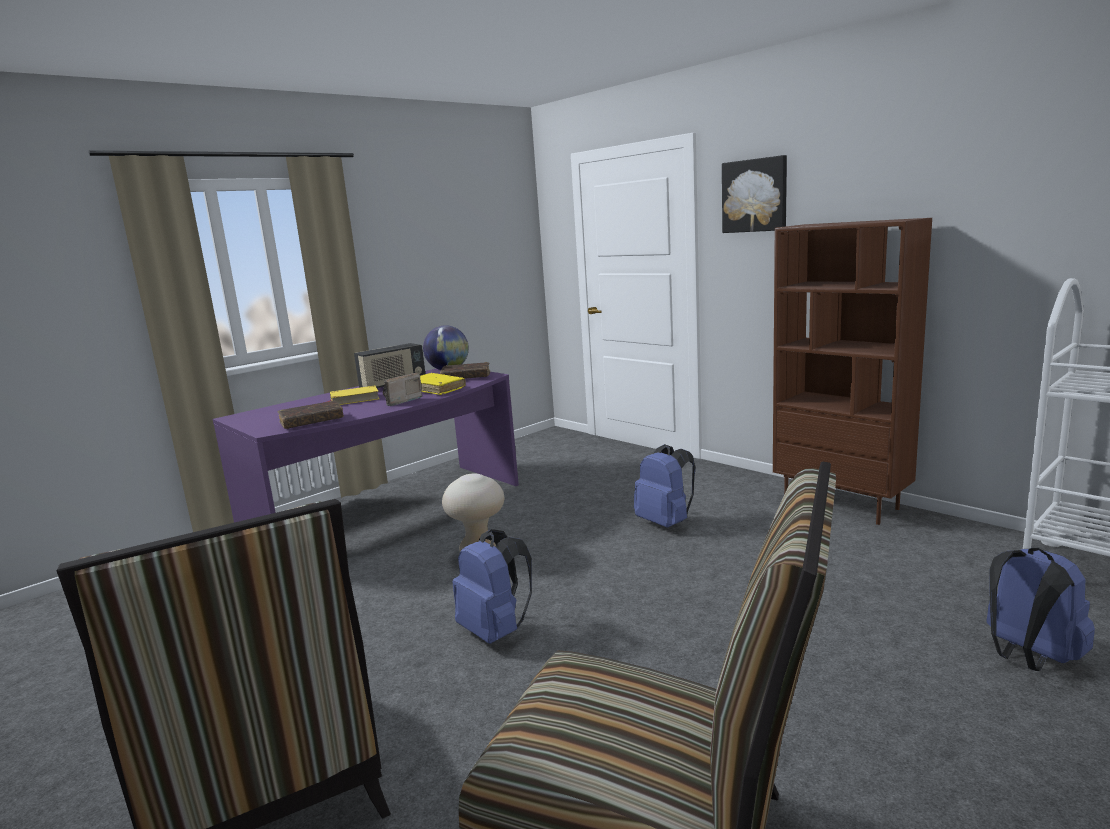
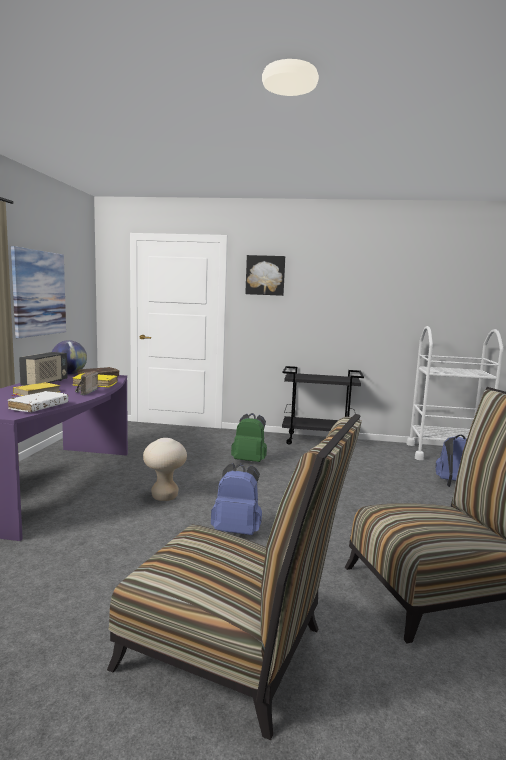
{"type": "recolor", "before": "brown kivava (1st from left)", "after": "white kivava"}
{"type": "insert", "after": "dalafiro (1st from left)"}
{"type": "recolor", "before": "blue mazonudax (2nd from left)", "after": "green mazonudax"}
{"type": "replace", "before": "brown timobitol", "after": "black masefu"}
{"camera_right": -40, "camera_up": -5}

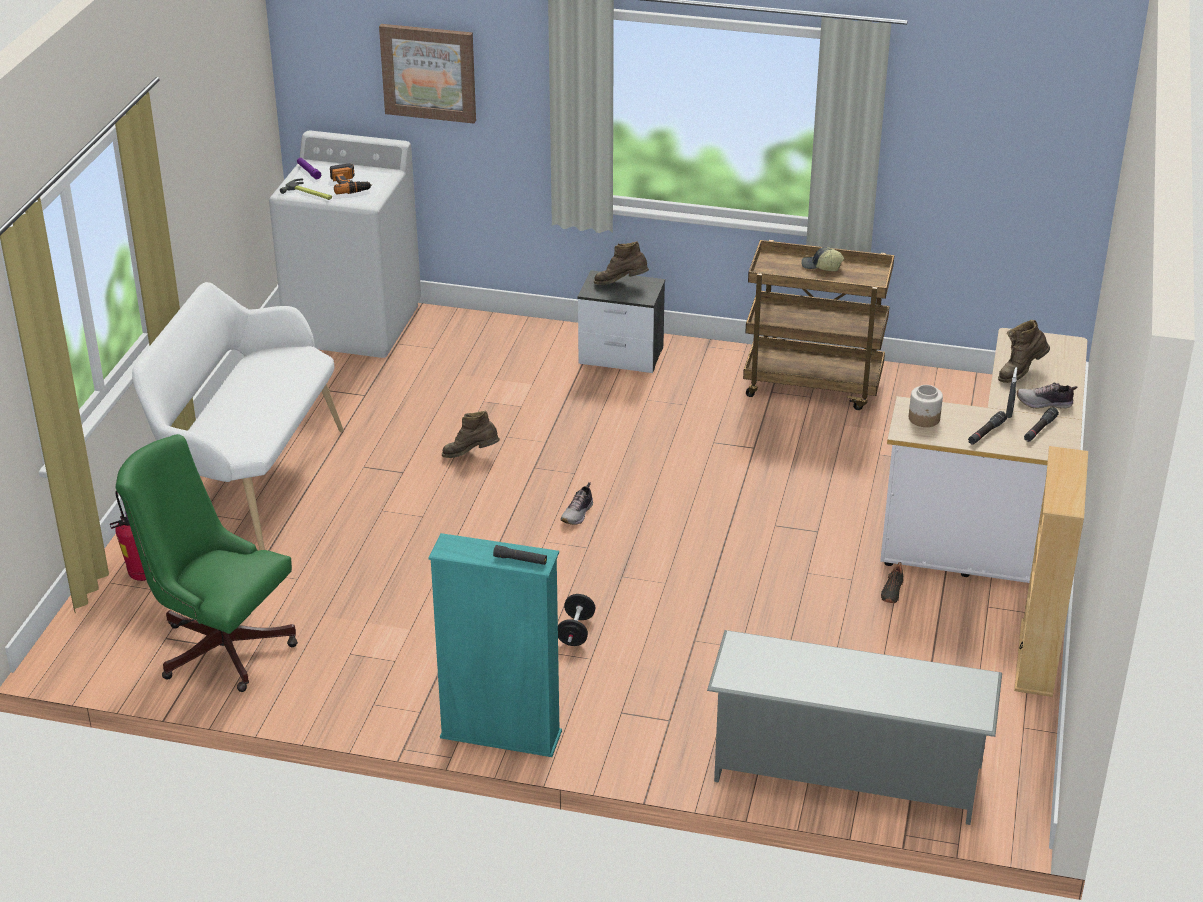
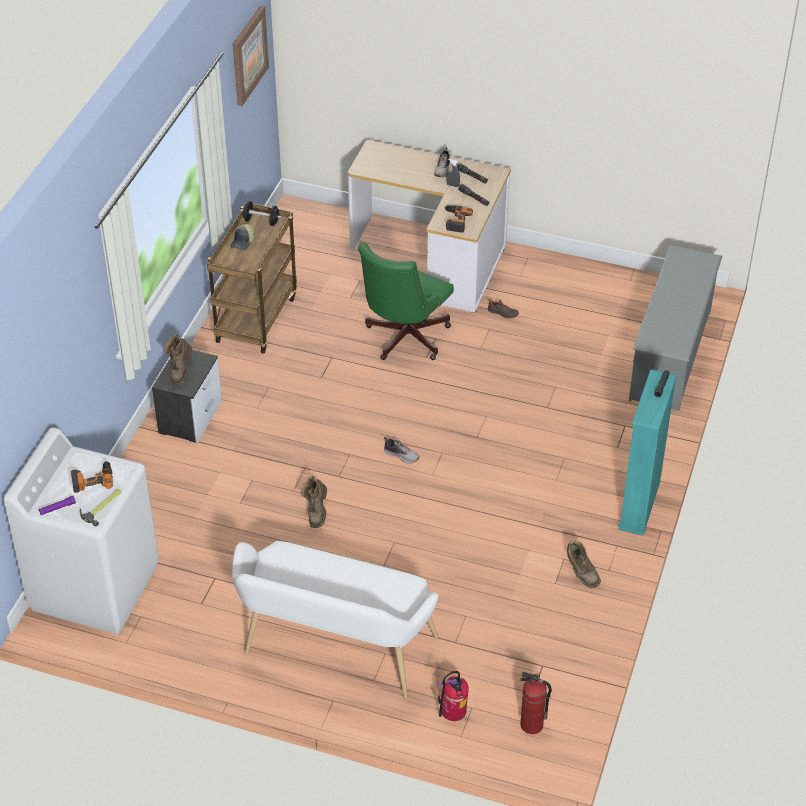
{"type": "move", "before": "dalafiro"}
{"type": "move", "before": "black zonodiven"}
{"type": "move", "before": "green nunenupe"}
{"type": "replace", "before": "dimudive", "after": "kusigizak (2nd from left)"}
{"type": "insert", "after": "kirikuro (2nd from left)"}
{"type": "move", "before": "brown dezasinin (3rd from left)"}
{"type": "delete", "before": "beige timobitol"}
{"camera_right": -85, "camera_up": 10}

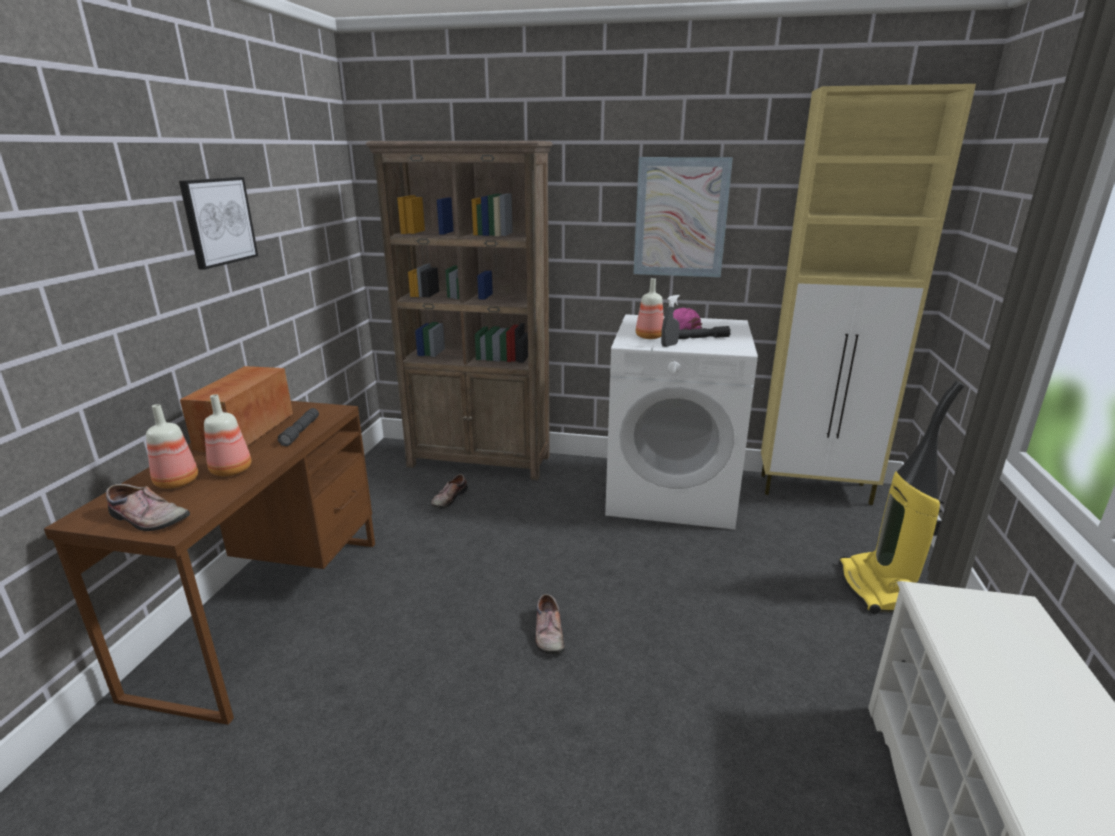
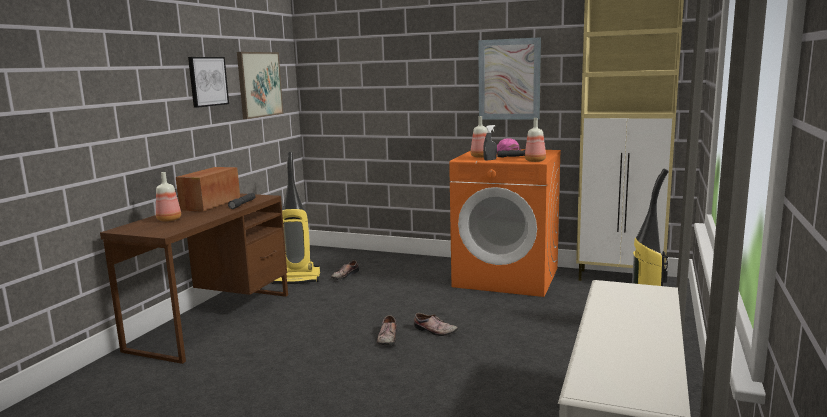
{"type": "insert", "after": "dalafiro (2nd from left)"}
{"type": "insert", "after": "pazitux (1st from left)"}
{"type": "move", "before": "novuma (1st from left in the first image)", "after": "novuma (3rd from left)"}
{"type": "recolor", "before": "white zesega", "after": "orange zesega"}
{"type": "move", "before": "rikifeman (2nd from left in the first image)", "after": "rikifeman (3rd from left)"}
{"type": "delete", "before": "brown timobitol"}
{"camera_right": 10, "camera_up": -10}

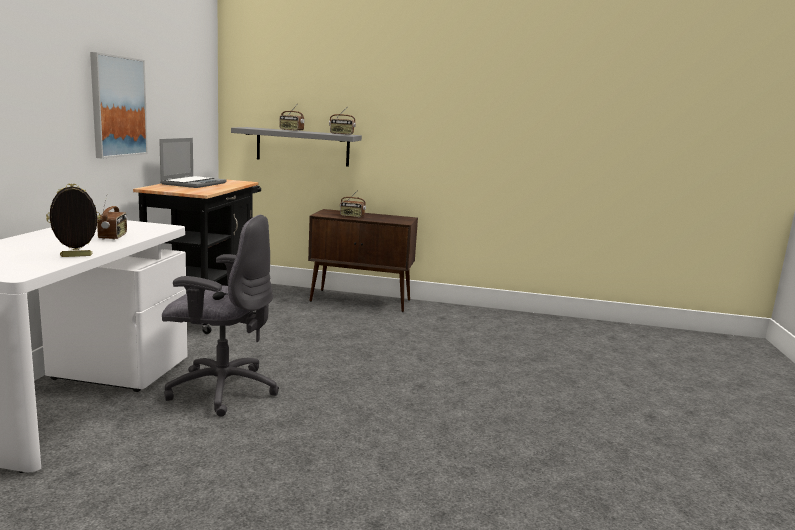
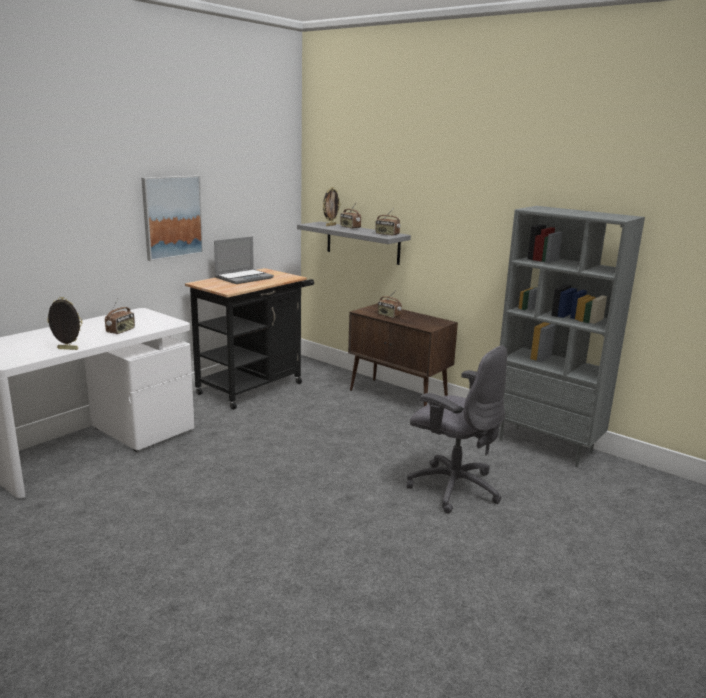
{"type": "insert", "after": "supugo (2nd from left)"}
{"type": "move", "before": "grey nunenupe"}
{"type": "insert", "after": "grey timobitol"}
{"camera_right": 30, "camera_up": 5}

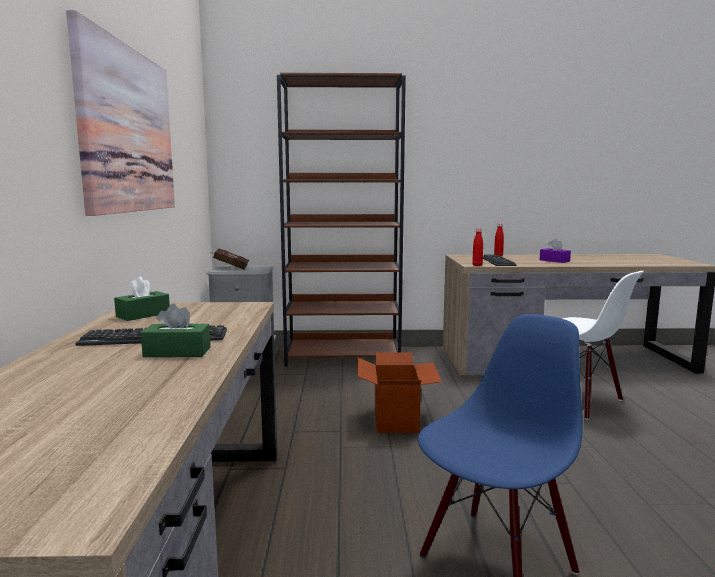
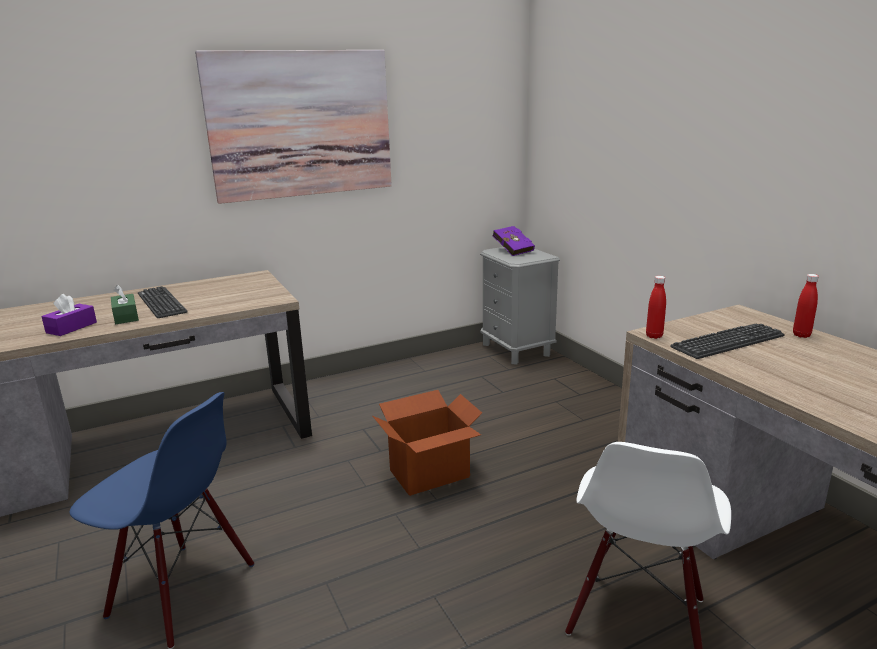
{"type": "move", "before": "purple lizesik"}
{"type": "recolor", "before": "red kivava", "after": "purple kivava"}
{"type": "delete", "before": "green lizesik (1st from left)"}
{"type": "delete", "before": "brown timobitol"}
{"camera_right": 65, "camera_up": 10}

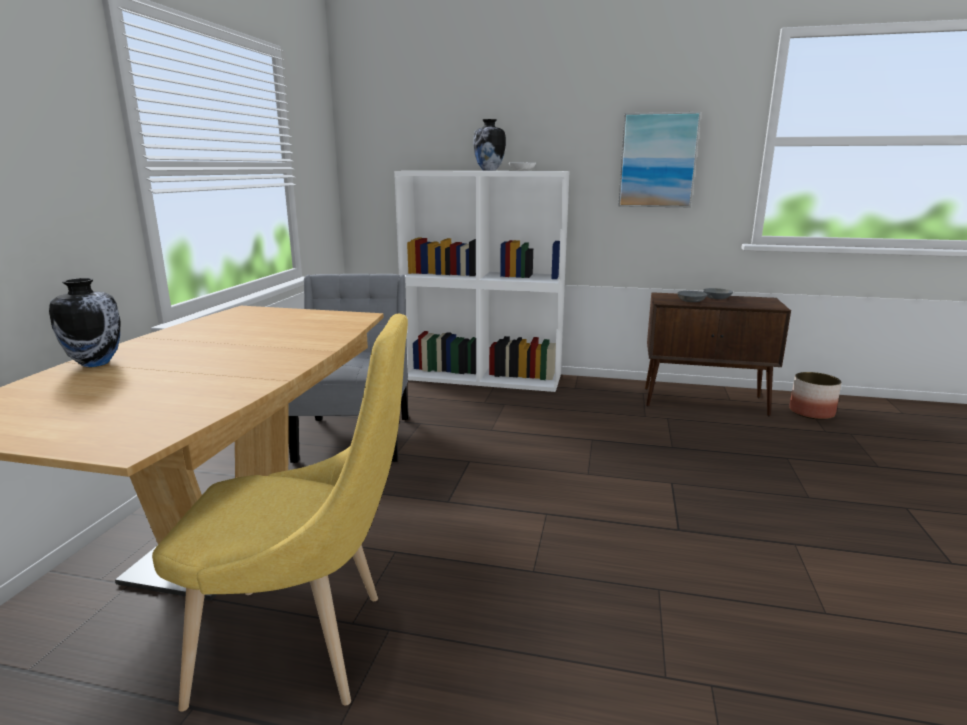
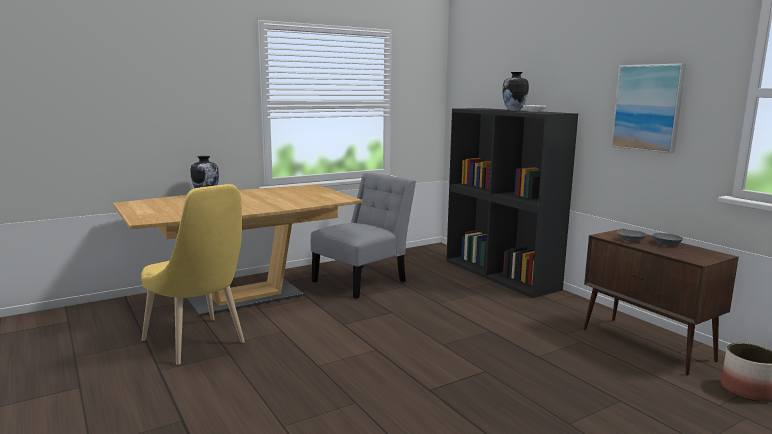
{"type": "recolor", "before": "white timobitol", "after": "black timobitol"}
{"camera_right": 45, "camera_up": -5}

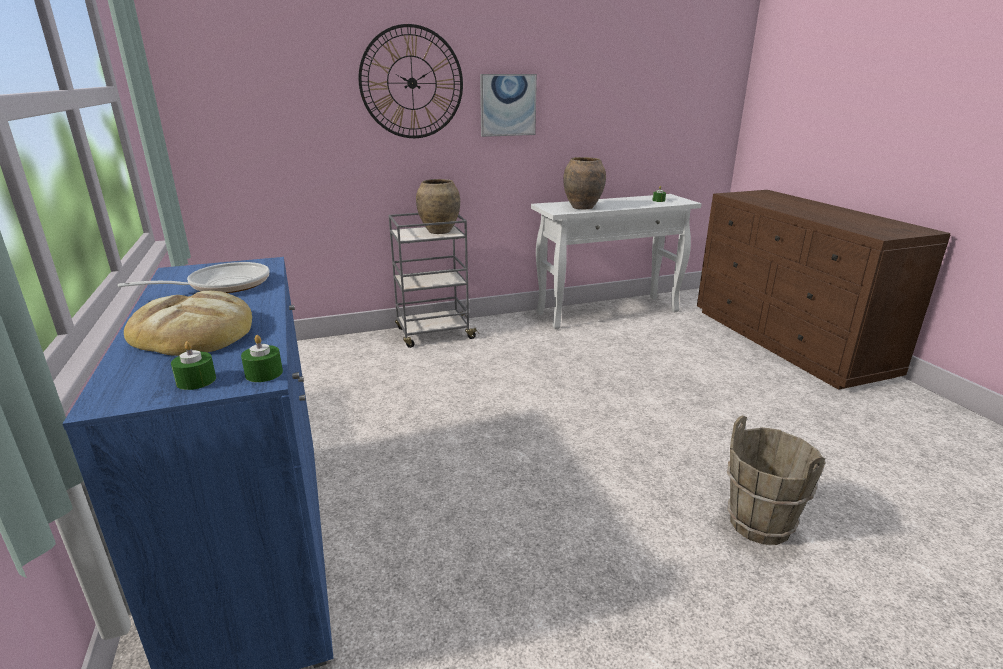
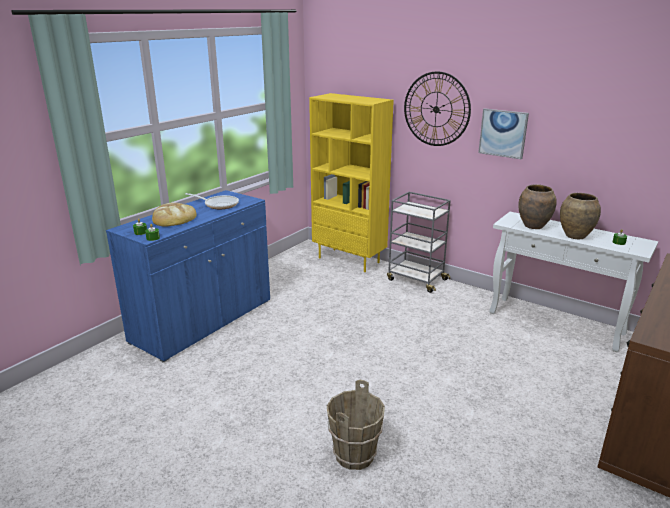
{"type": "insert", "after": "yellow timobitol"}
{"type": "move", "before": "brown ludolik (1st from left in the first image)", "after": "brown ludolik (2nd from left)"}
{"camera_right": 55, "camera_up": 0}

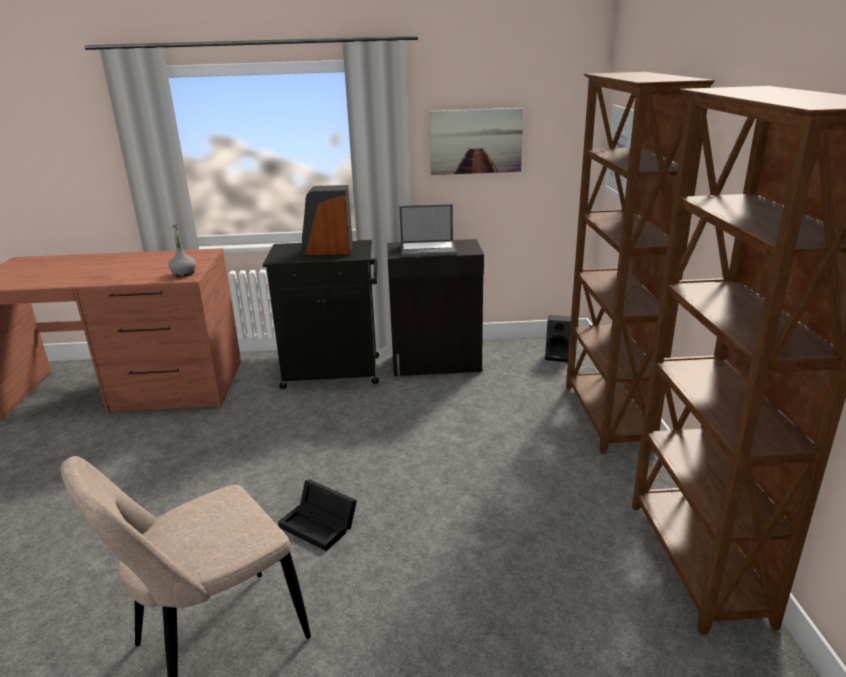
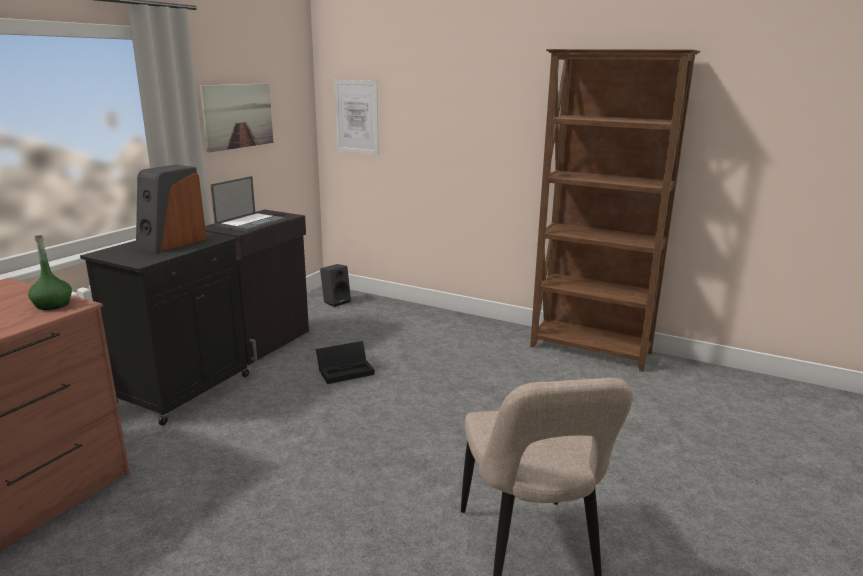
{"type": "recolor", "before": "grey rikifeman", "after": "green rikifeman"}
{"type": "move", "before": "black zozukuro"}
{"type": "delete", "before": "brown timobitol (1st from left)"}
{"camera_right": -60, "camera_up": -5}

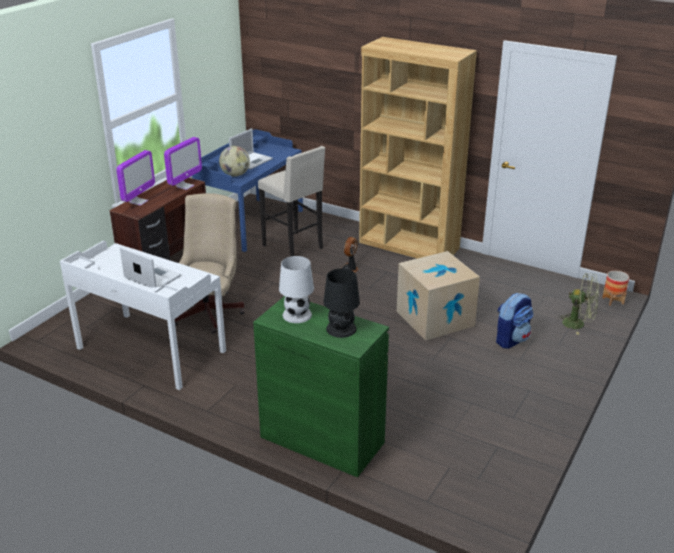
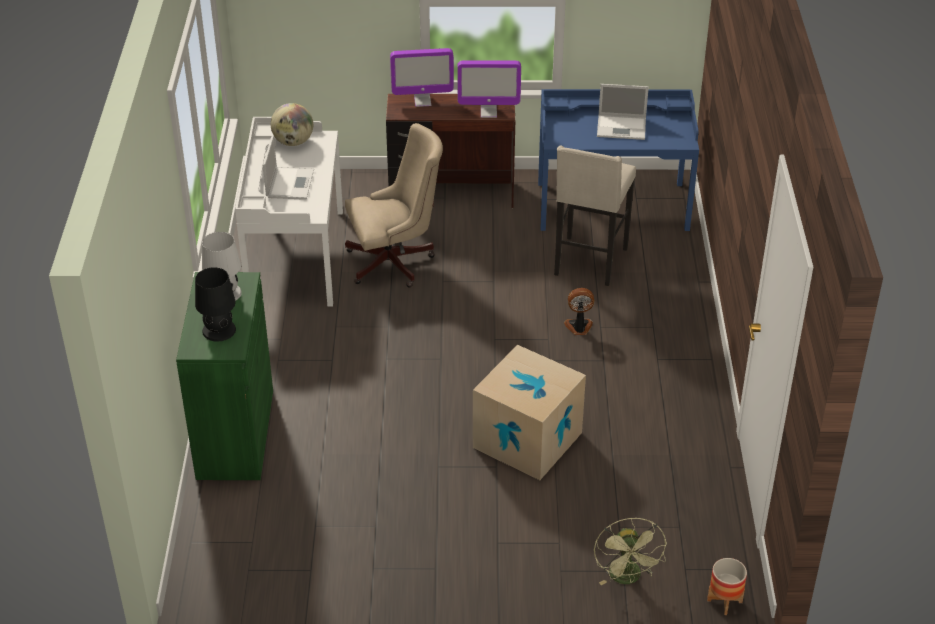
{"type": "move", "before": "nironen"}
{"type": "delete", "before": "brown timobitol"}
{"type": "delete", "before": "mazonudax"}
{"camera_right": 60, "camera_up": 10}

